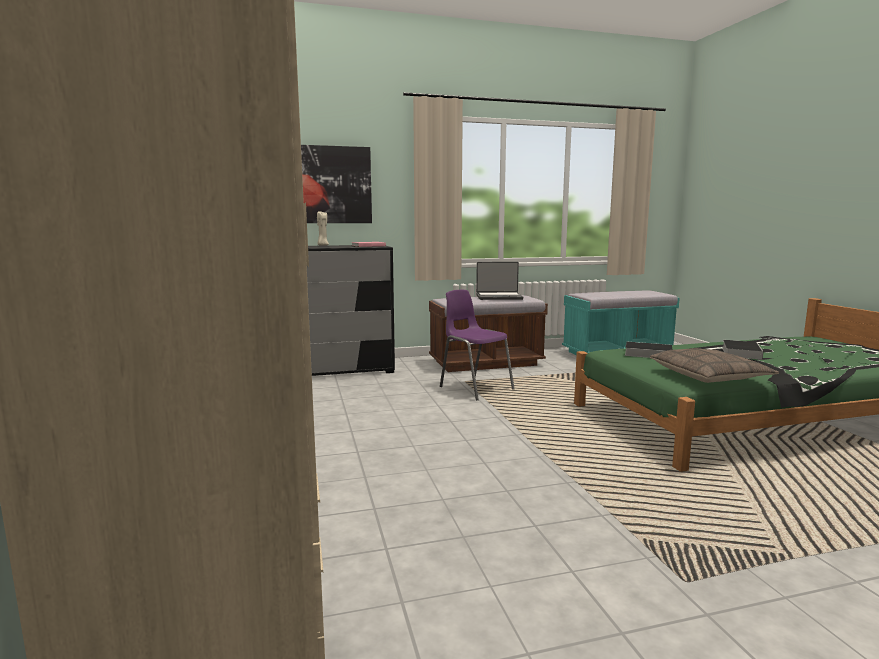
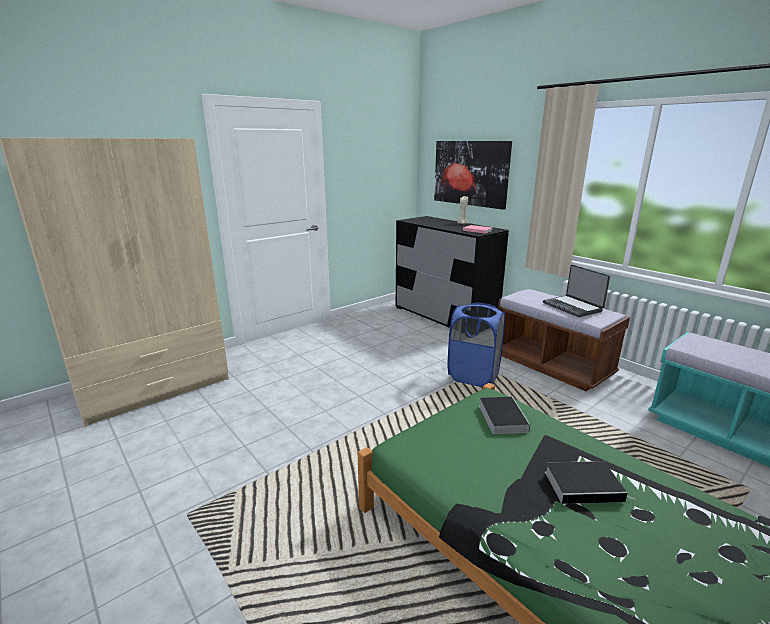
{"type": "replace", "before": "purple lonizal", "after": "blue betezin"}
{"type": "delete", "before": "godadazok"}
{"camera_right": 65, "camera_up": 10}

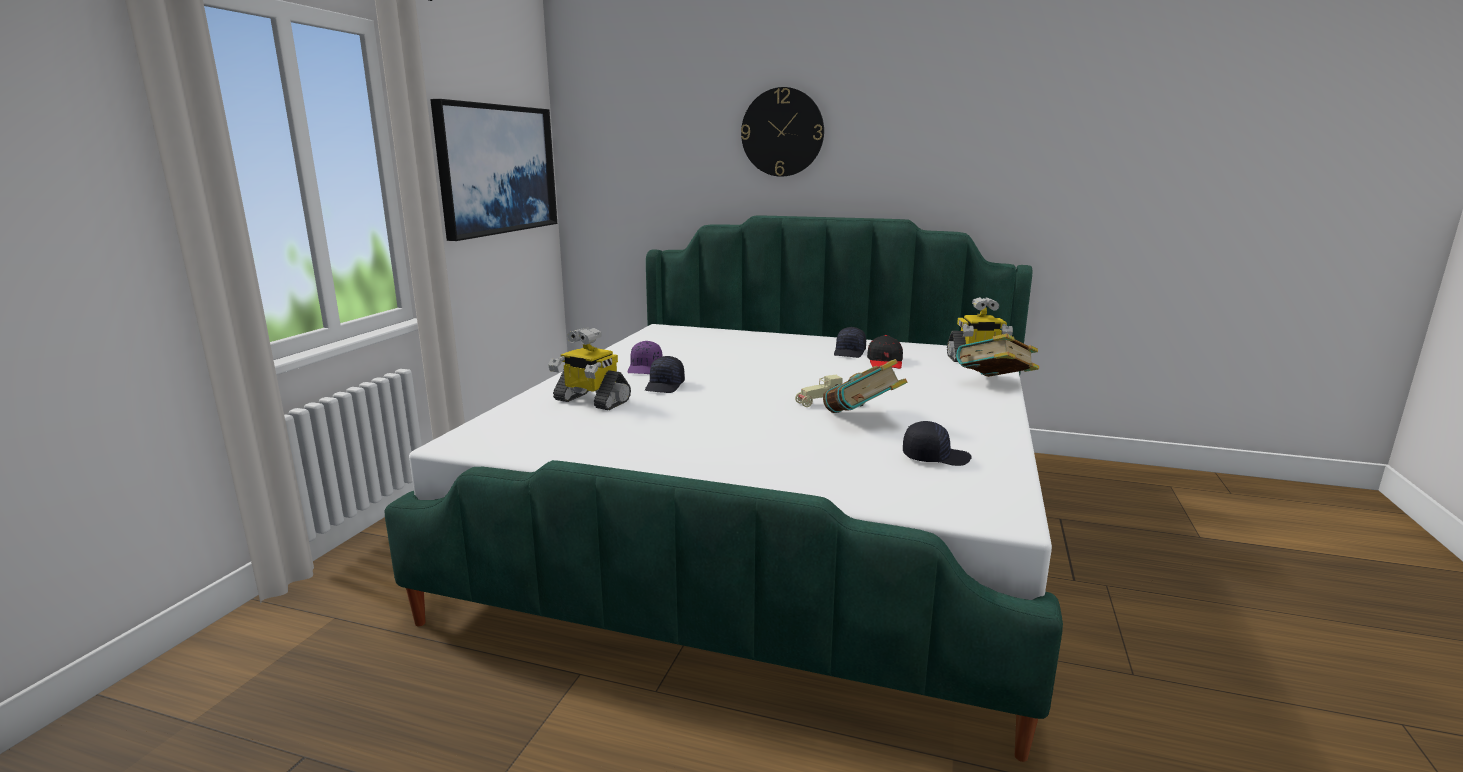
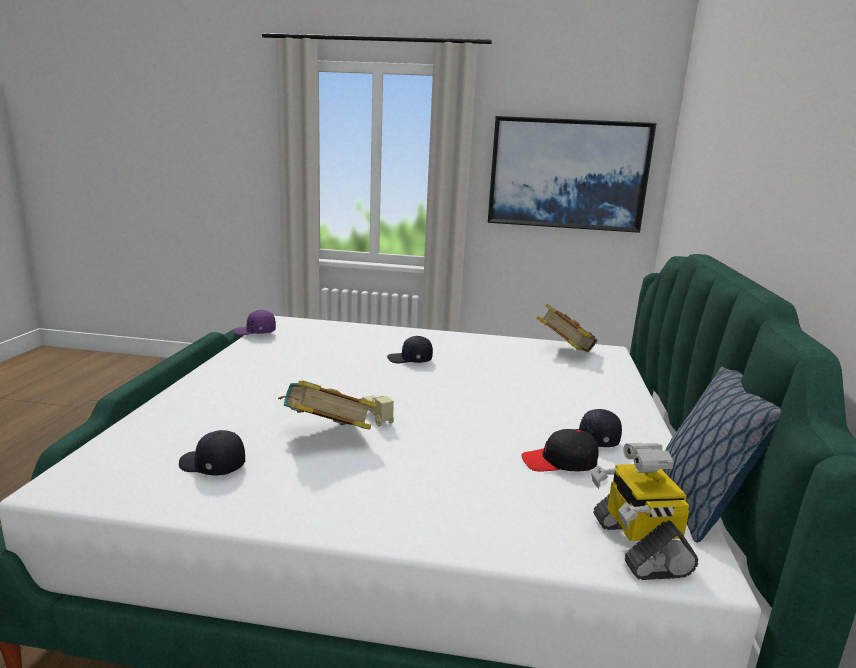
{"type": "rotate", "before": "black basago (4th from left in the first image)", "turn": 120}
{"type": "move", "before": "purple basago"}
{"type": "move", "before": "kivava (2nd from left)"}
{"type": "insert", "after": "godadazok"}
{"type": "delete", "before": "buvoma (1st from left)"}
{"type": "delete", "before": "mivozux"}
{"camera_right": 80, "camera_up": 0}

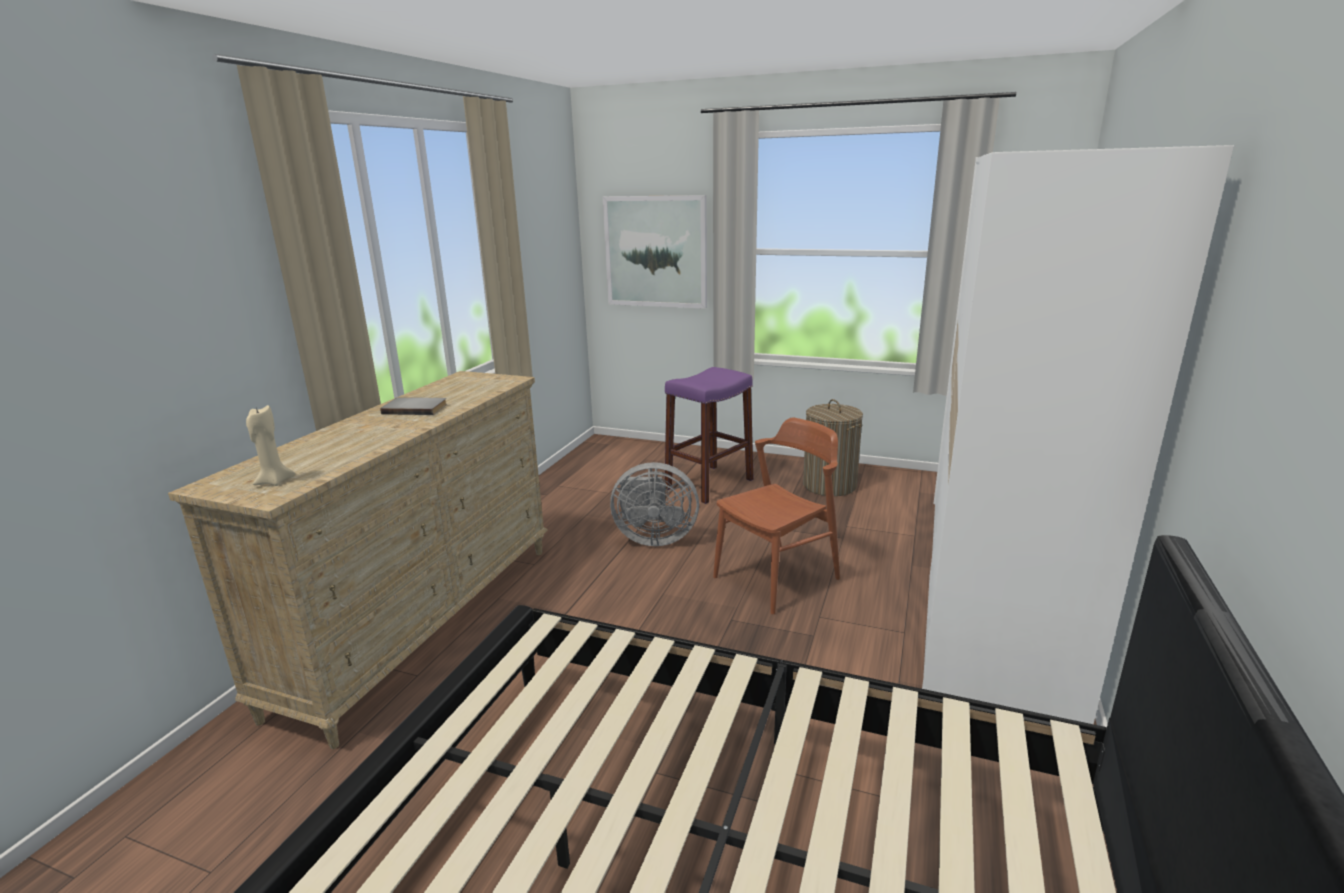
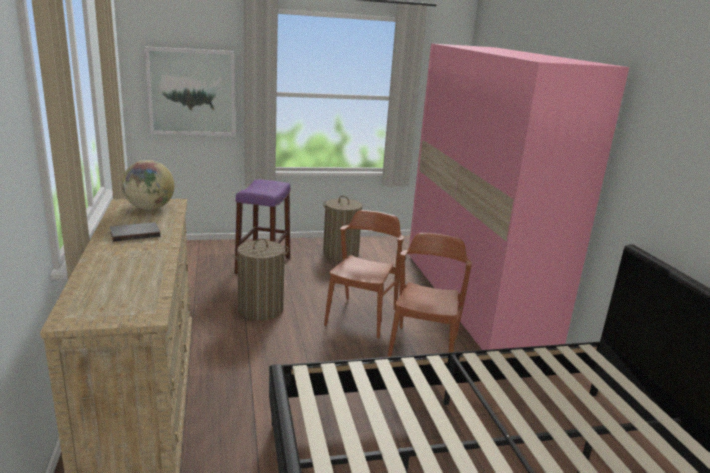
{"type": "insert", "after": "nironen"}
{"type": "replace", "before": "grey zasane", "after": "betezin (1st from left)"}
{"type": "insert", "after": "brown lonizal (2nd from left)"}
{"type": "recolor", "before": "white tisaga", "after": "pink tisaga"}
{"type": "delete", "before": "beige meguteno"}
{"camera_right": -35, "camera_up": 0}

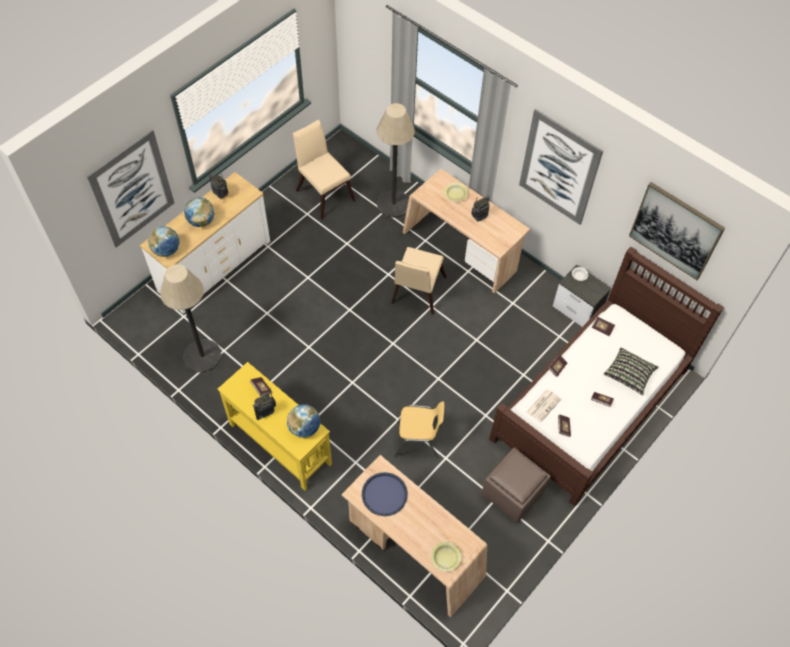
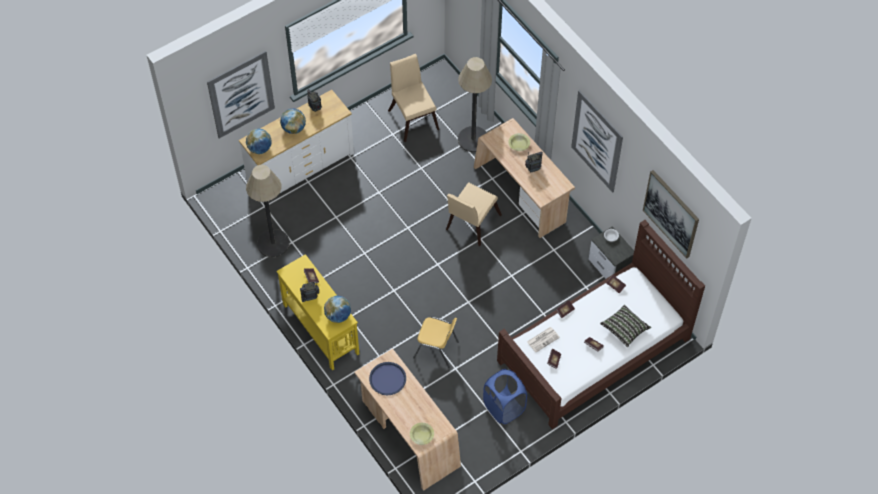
{"type": "replace", "before": "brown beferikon", "after": "blue betezin"}
{"camera_right": 15, "camera_up": 0}

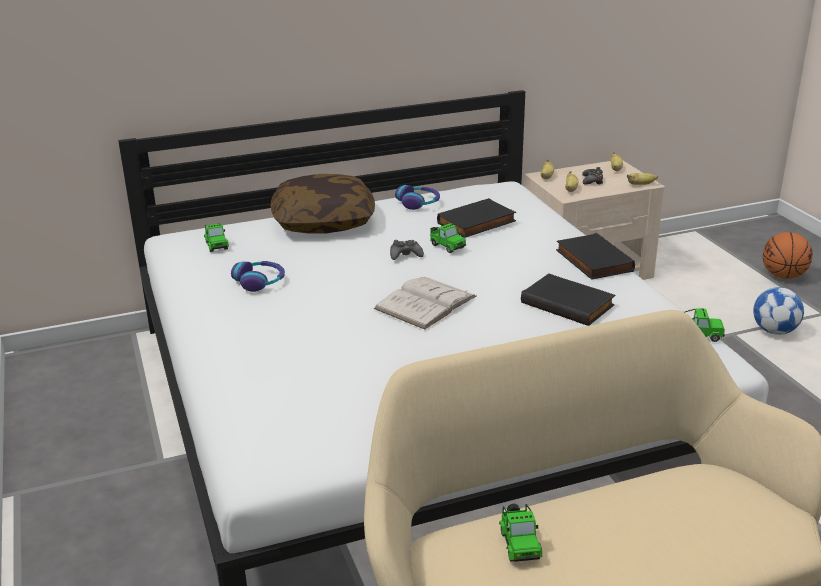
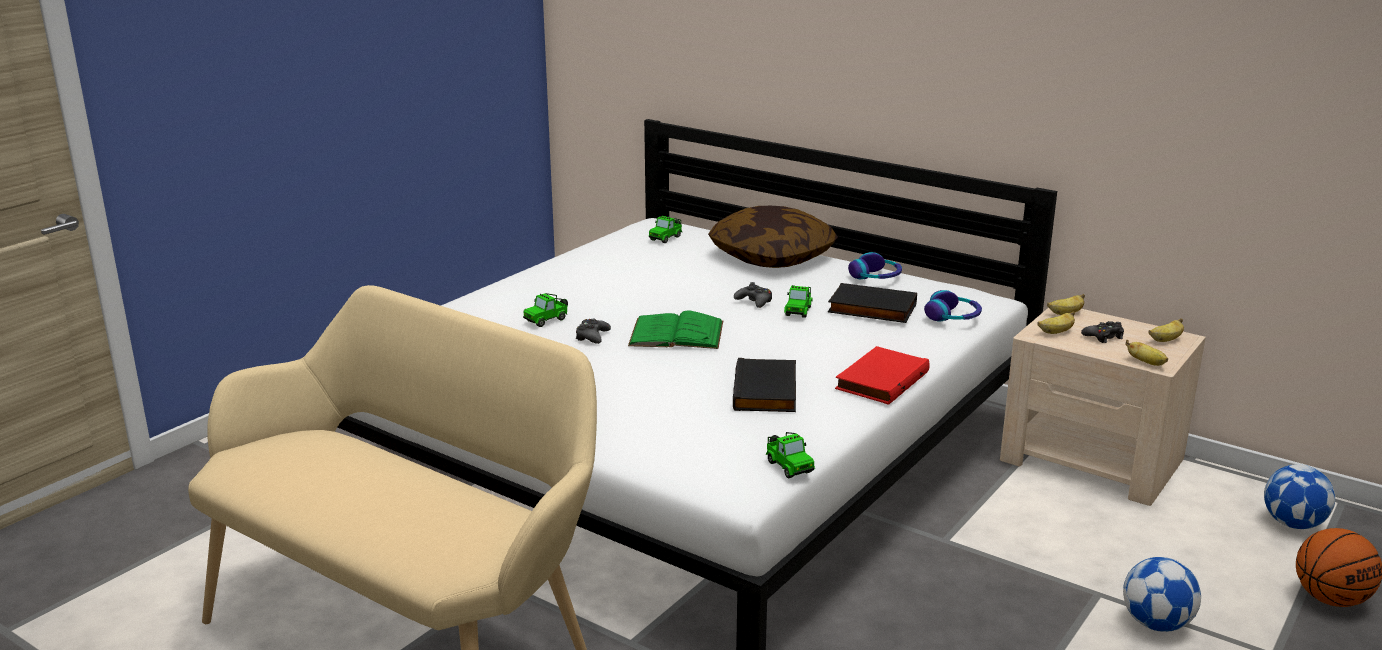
{"type": "move", "before": "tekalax (3rd from left in the first image)", "after": "tekalax (1st from left)"}
{"type": "insert", "after": "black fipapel (1st from left)"}
{"type": "recolor", "before": "white kivava", "after": "green kivava"}
{"type": "recolor", "before": "black kivava (3rd from left)", "after": "red kivava"}
{"type": "move", "before": "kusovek (1st from left in the first image)", "after": "kusovek (2nd from left)"}
{"type": "insert", "after": "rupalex (2nd from left)"}
{"camera_right": 55, "camera_up": -5}

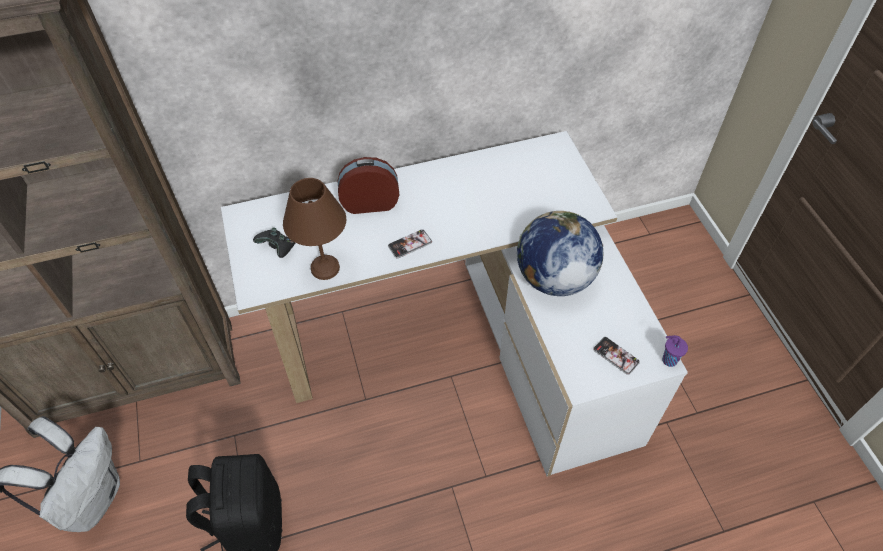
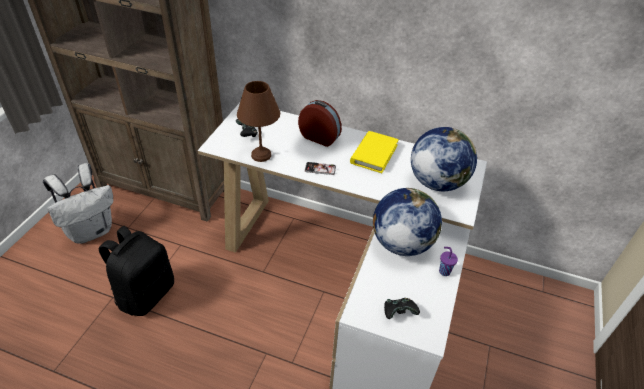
{"type": "insert", "after": "yellow kivava"}
{"type": "replace", "before": "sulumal (2nd from left)", "after": "black fipapel (2nd from left)"}
{"type": "insert", "after": "nironen (2nd from left)"}
{"type": "move", "before": "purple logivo"}
{"camera_right": 35, "camera_up": -10}

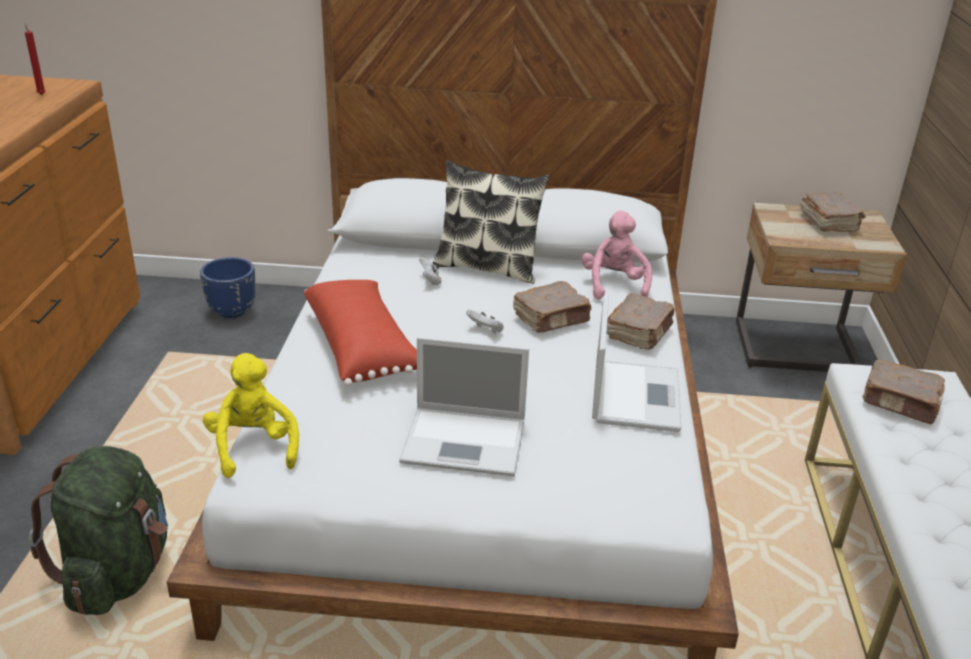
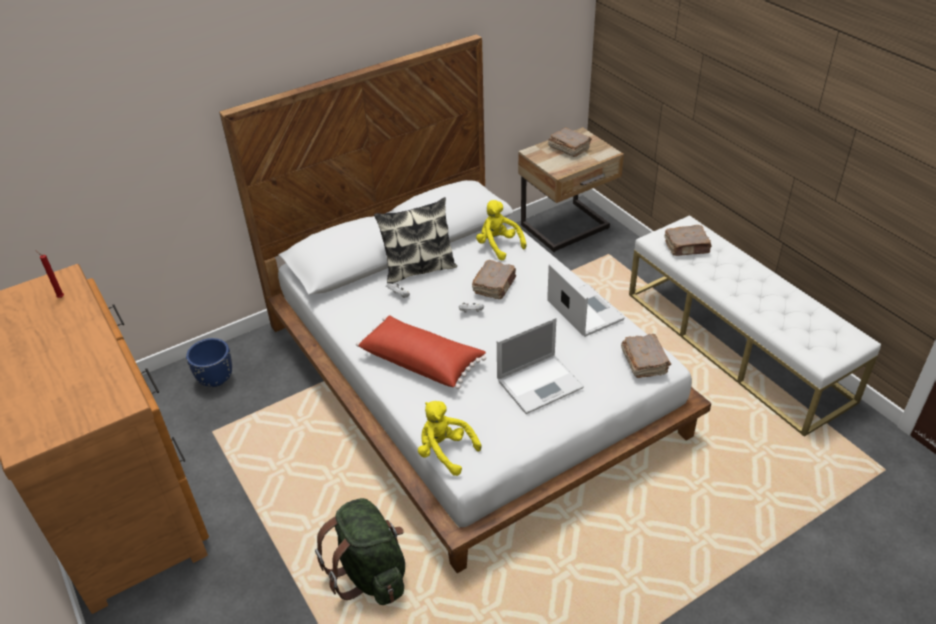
{"type": "recolor", "before": "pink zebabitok", "after": "yellow zebabitok (2nd from left)"}
{"type": "move", "before": "brown kivava (2nd from left in the first image)", "after": "brown kivava (3rd from left)"}
{"camera_right": -35, "camera_up": 10}

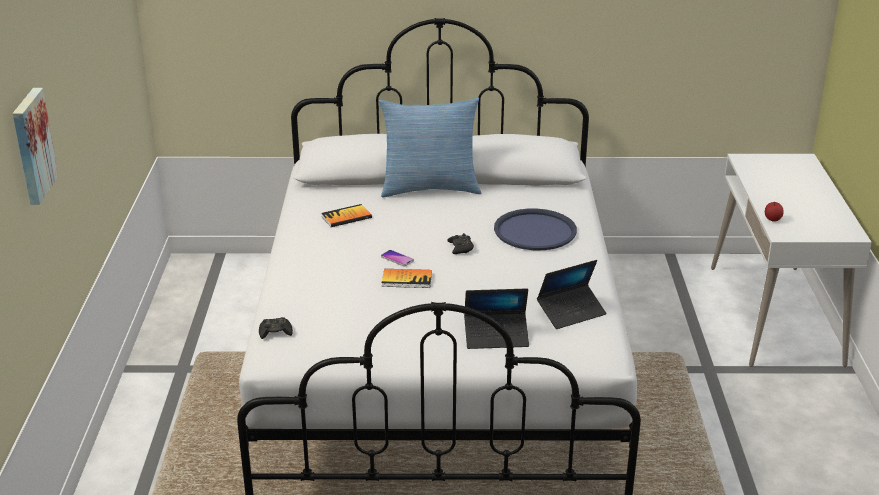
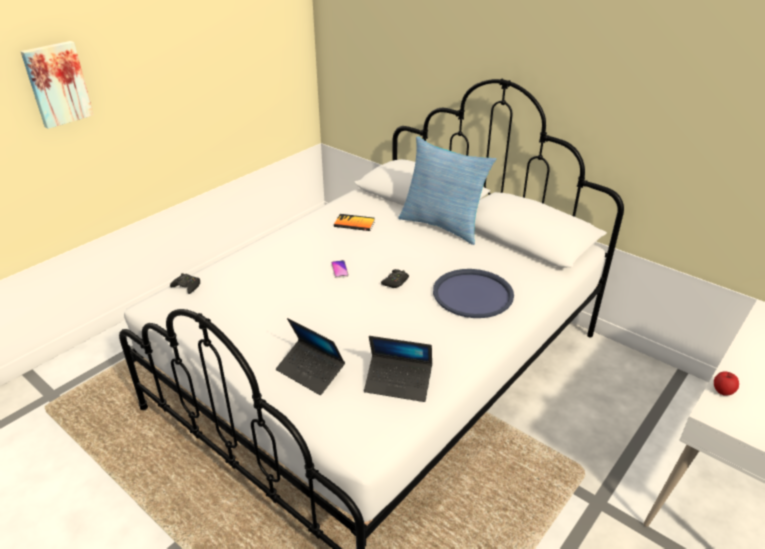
{"type": "delete", "before": "kivava (2nd from left)"}
{"camera_right": 40, "camera_up": 5}

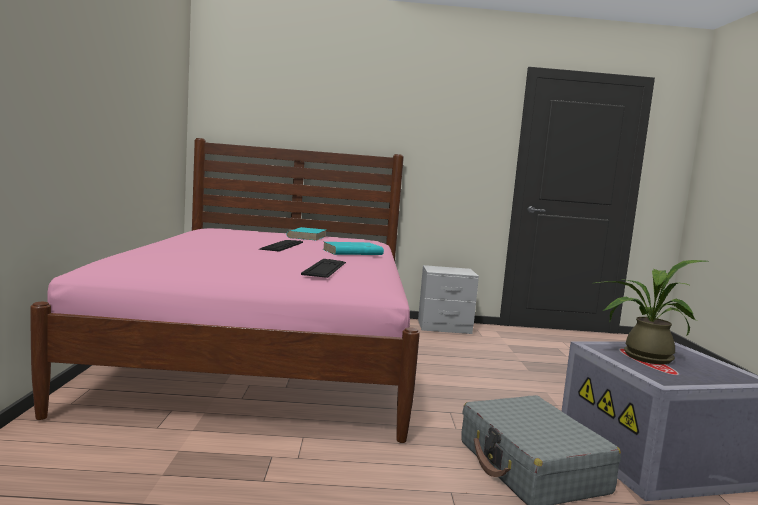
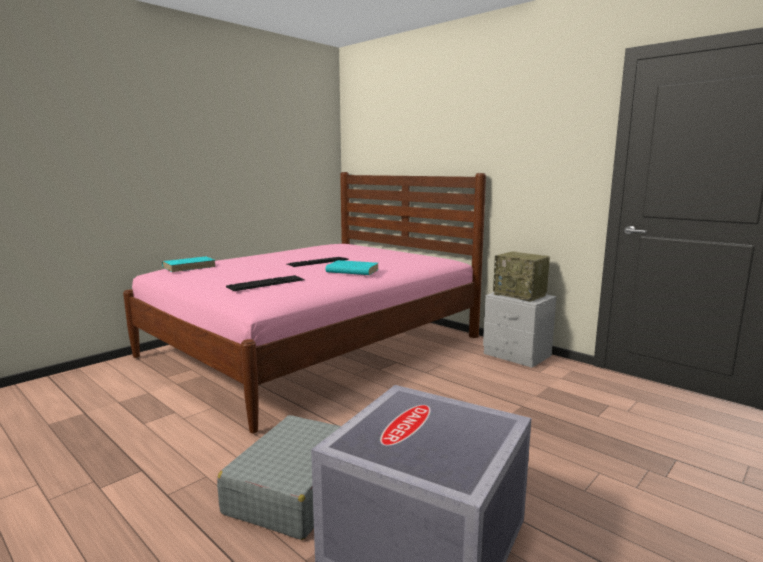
{"type": "move", "before": "turquoise kivava (1st from left)"}
{"type": "insert", "after": "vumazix"}
{"type": "delete", "before": "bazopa"}
{"camera_right": 45, "camera_up": 5}

